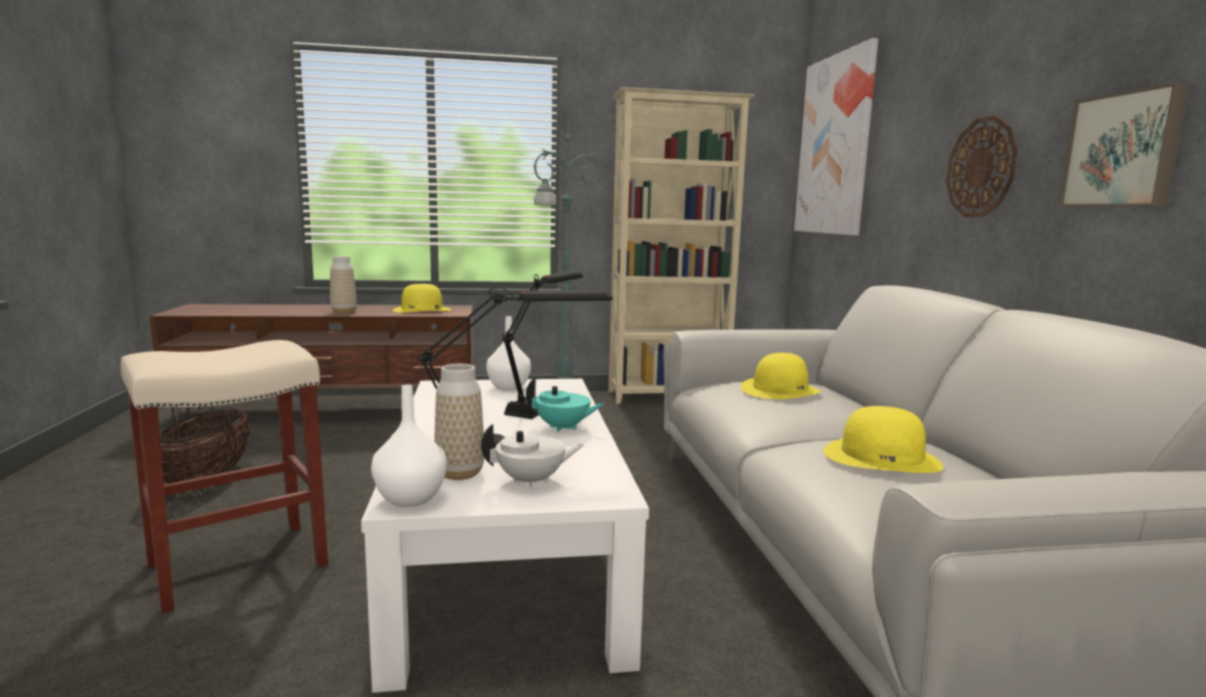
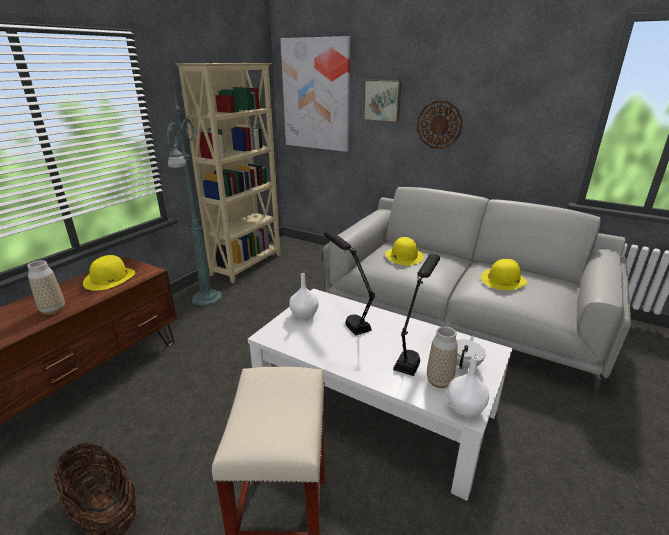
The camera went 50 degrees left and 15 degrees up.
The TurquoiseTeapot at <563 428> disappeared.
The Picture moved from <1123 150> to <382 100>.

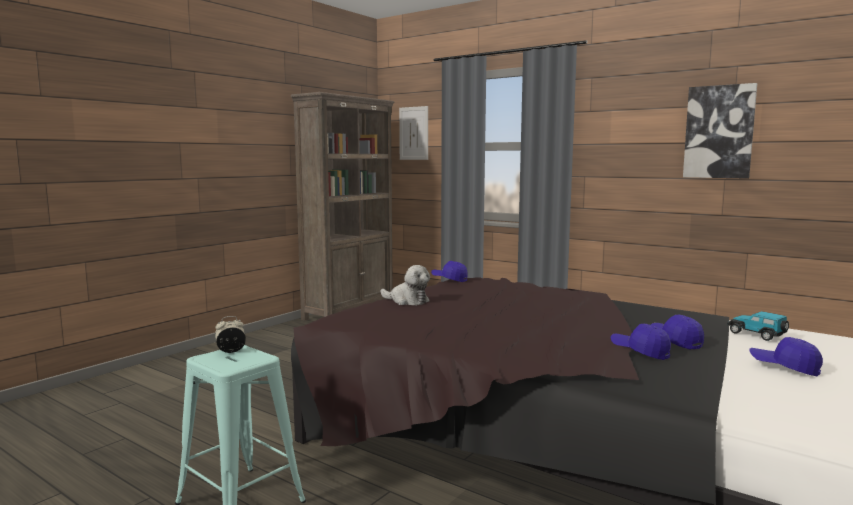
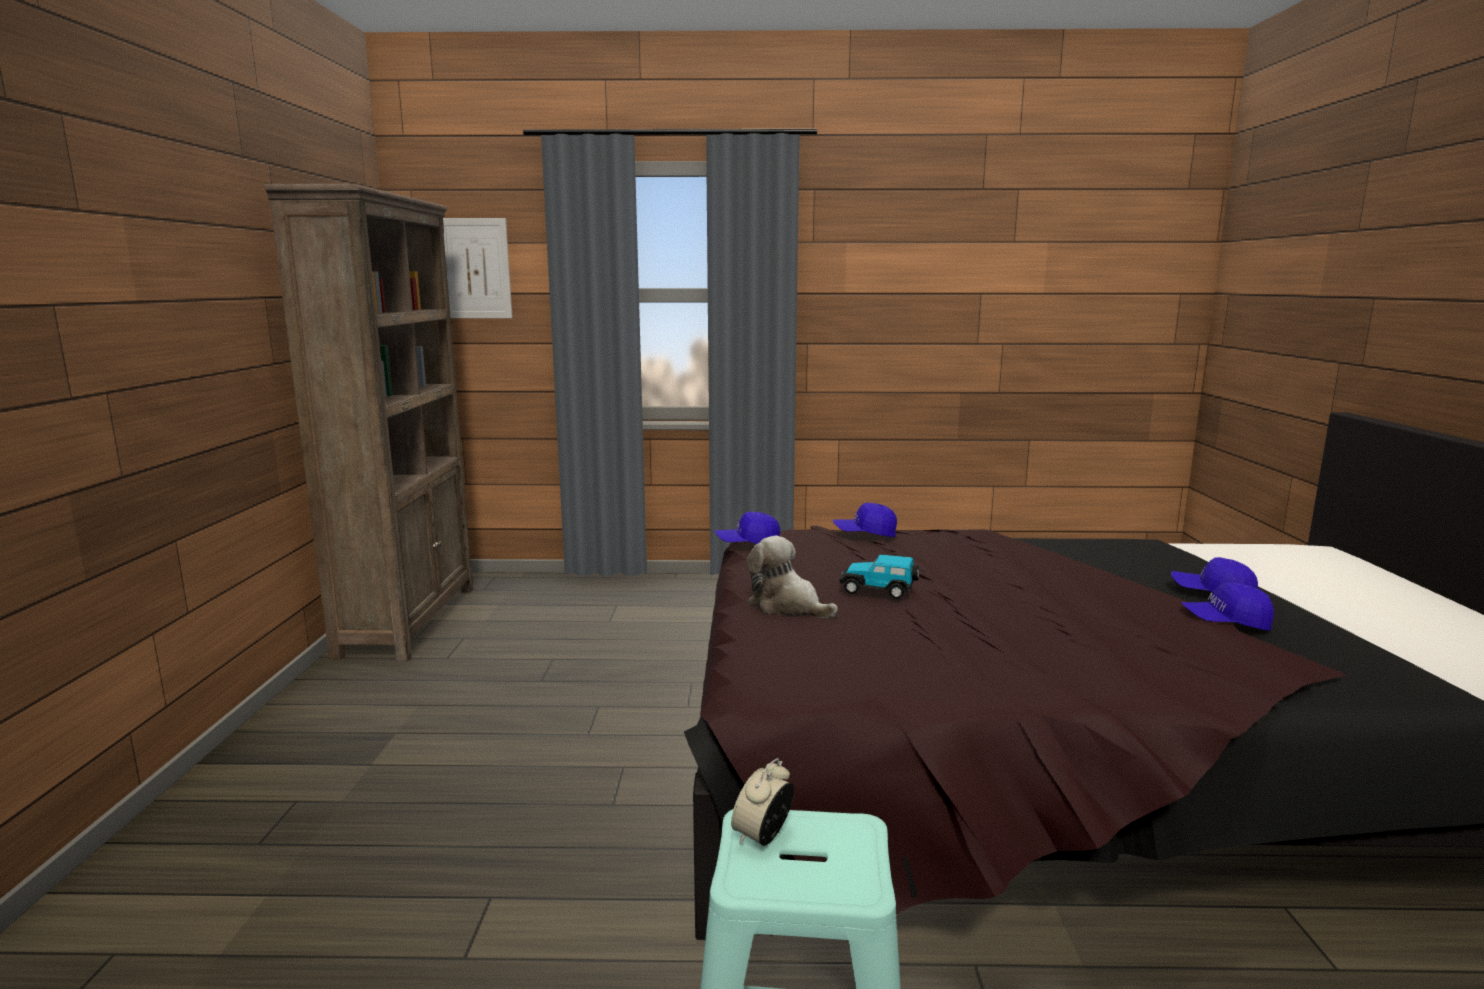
The camera went 35 degrees left and 5 degrees up.
The Picture at <719 132> disappeared.
The ToyCar moved from <757 334> to <879 590>.
The BlueCap moved from <784 367> to <865 534>.
The PlushToy at <407 301> turned 135 degrees counterclockwise.

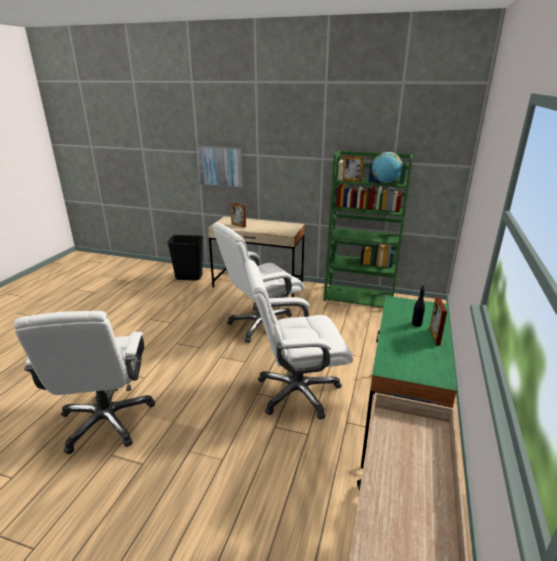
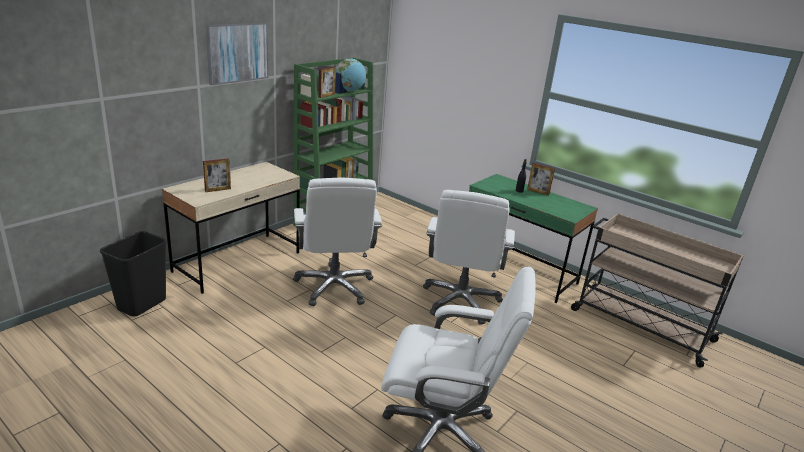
The camera went 70 degrees left and 0 degrees up.
The Picture moved from <220 166> to <237 52>.

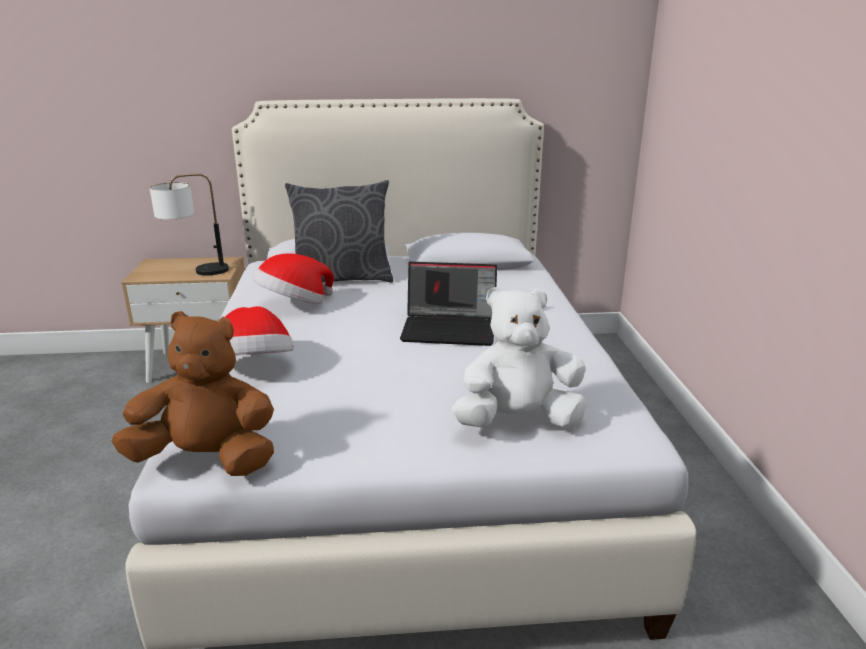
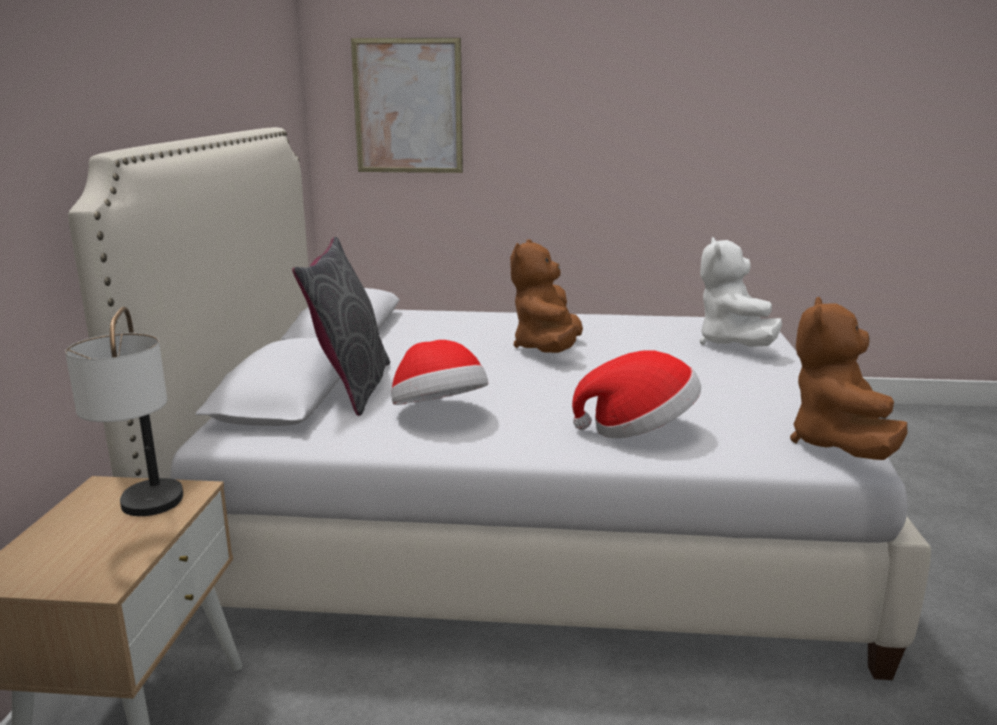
The camera went 80 degrees left and 5 degrees down.
The Picture at <408 106> appeared.
The Laptop at <450 329> was replaced by the BrownPlushToy at <547 349>.

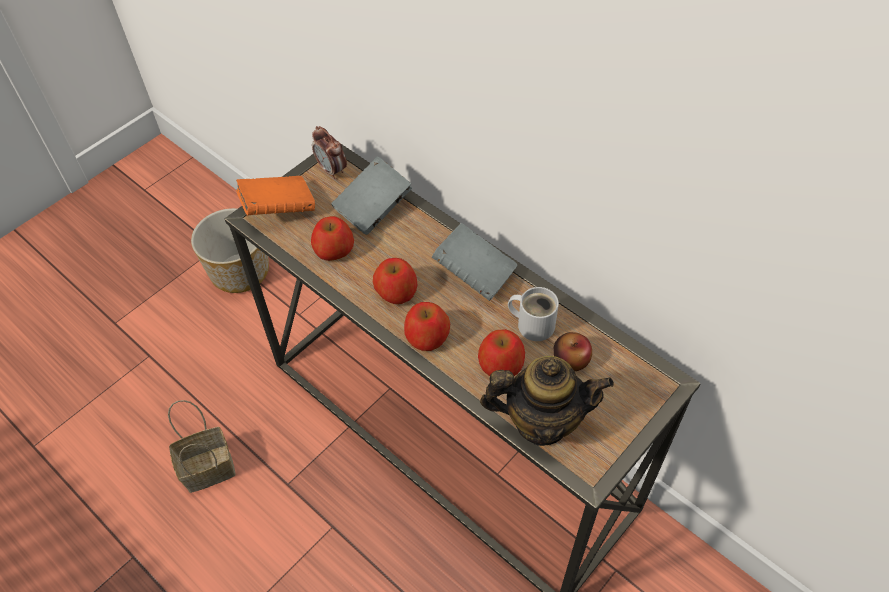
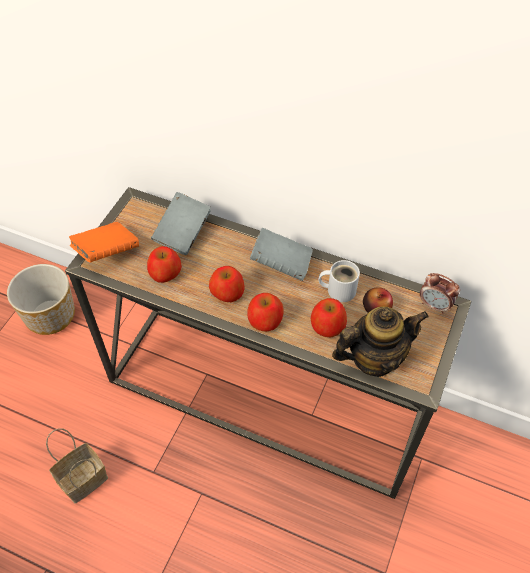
The camera went 20 degrees left and 0 degrees up.
The AlarmClock moved from <332 170> to <434 305>.

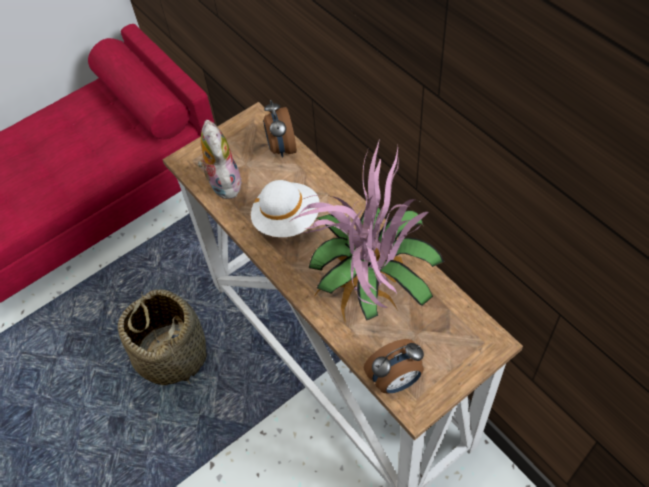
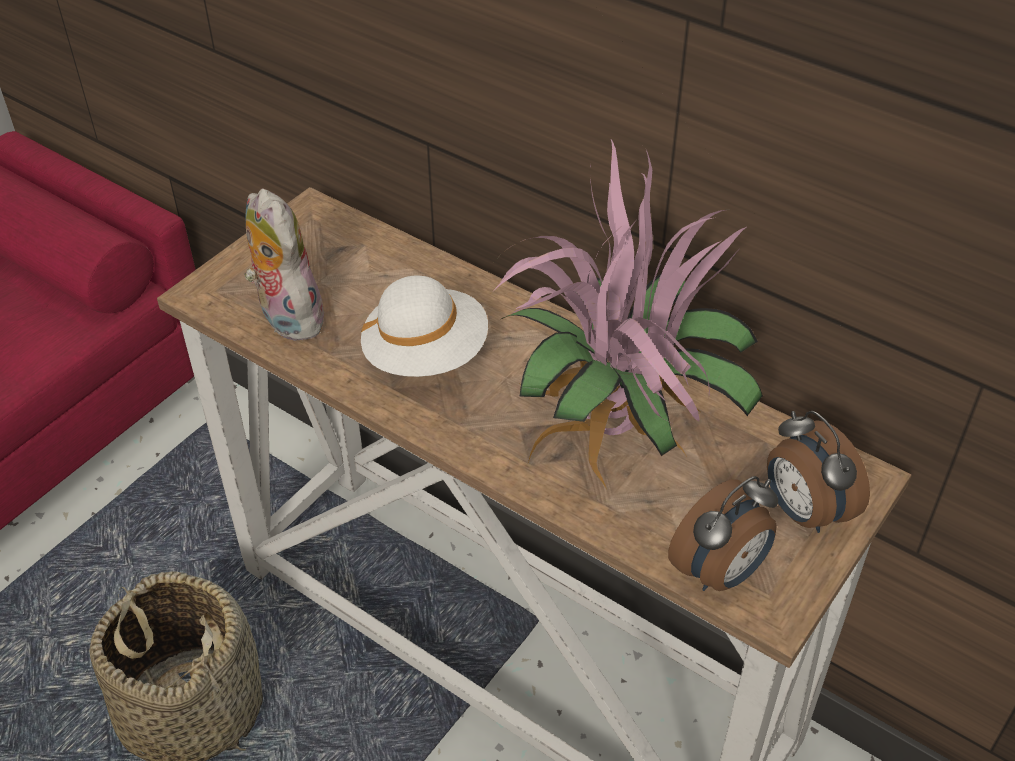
The camera went 20 degrees left and 10 degrees down.
The AlarmClock moved from <281 148> to <803 511>.

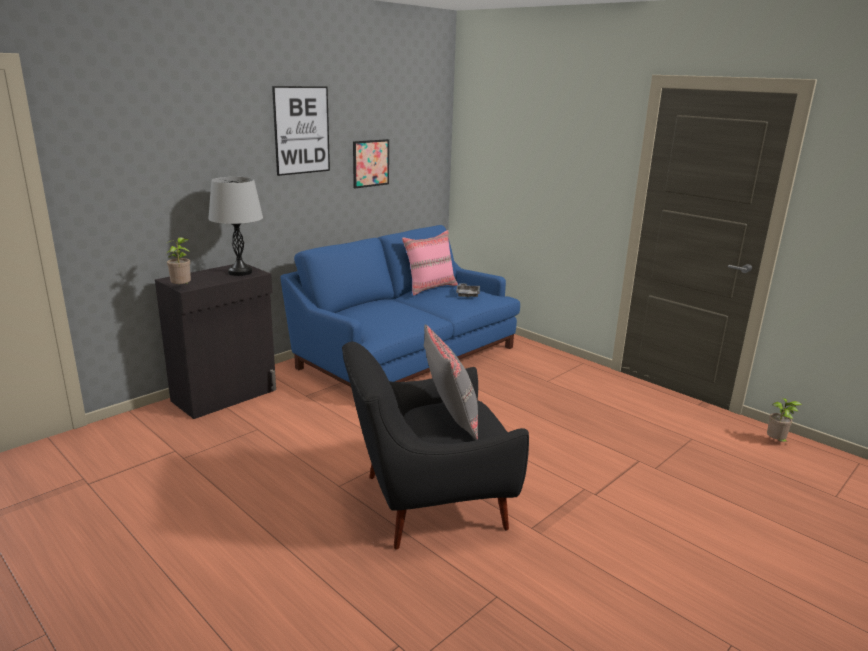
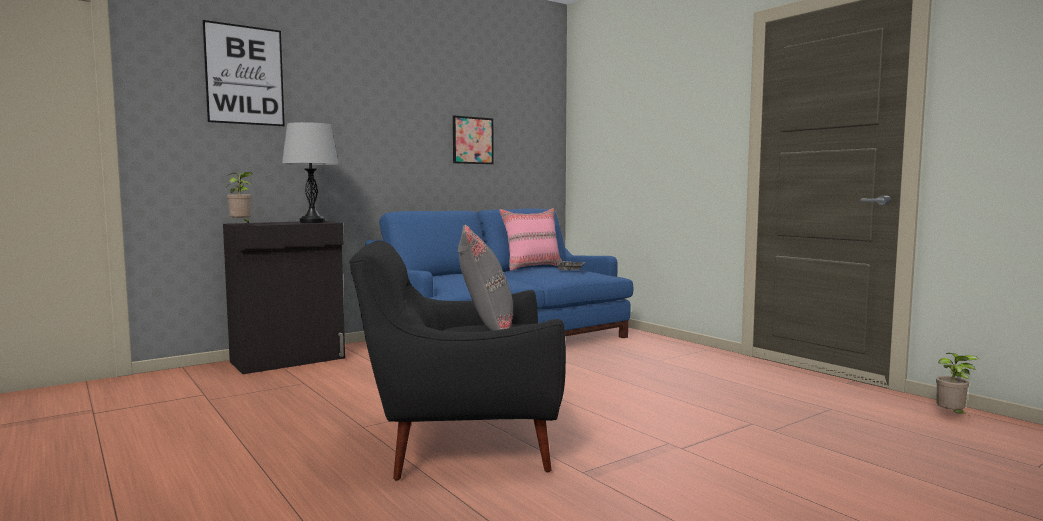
The camera went 10 degrees right and 15 degrees down.
The Picture moved from <301 130> to <244 75>.

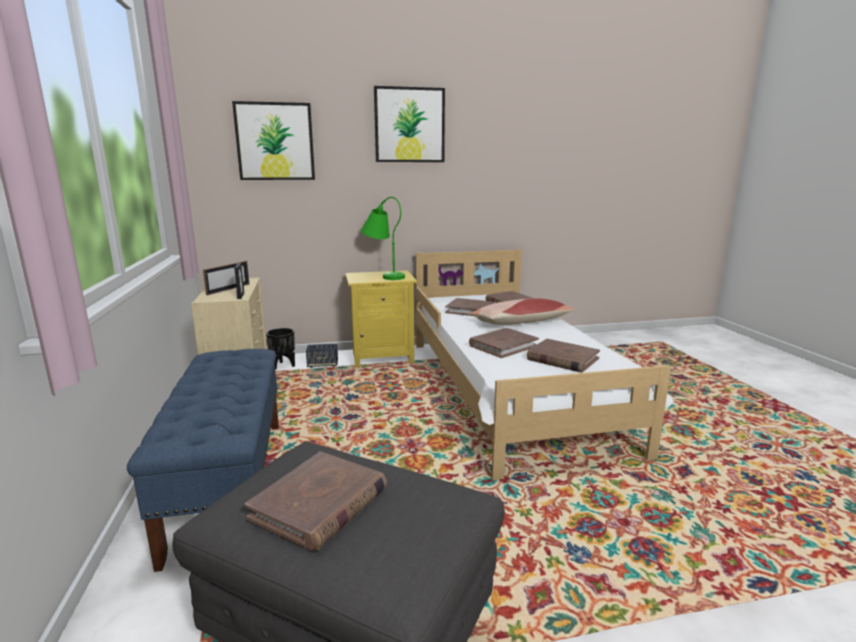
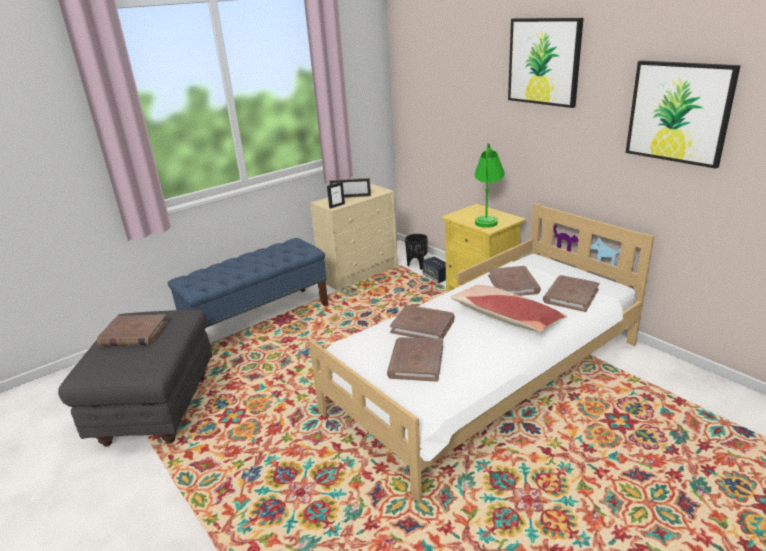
The camera went 65 degrees right and 10 degrees up.
The Picture moved from <275 141> to <679 112>.

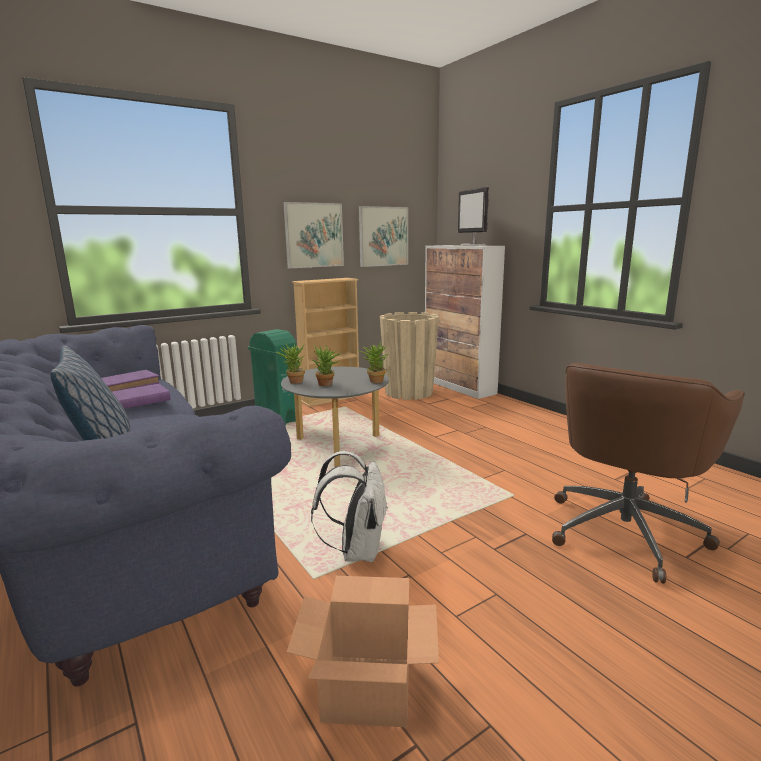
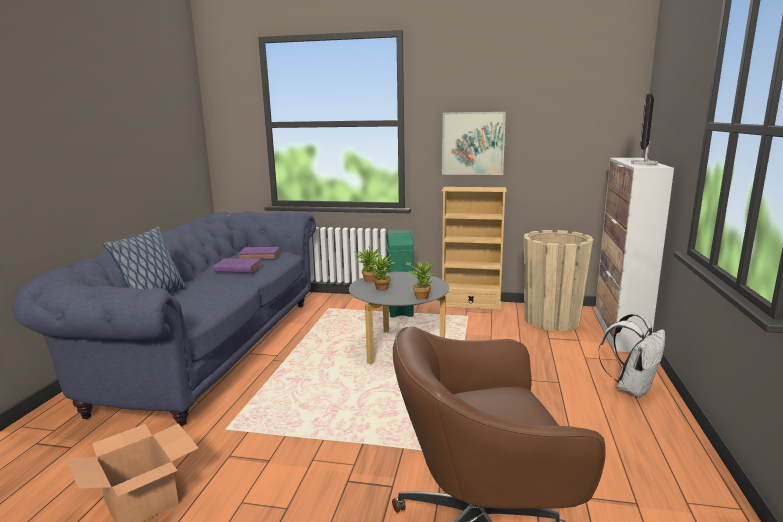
The camera went 45 degrees right and 0 degrees up.
The Picture at <383 236> disappeared.
The WhiteBackpack moved from <357 550> to <632 388>.

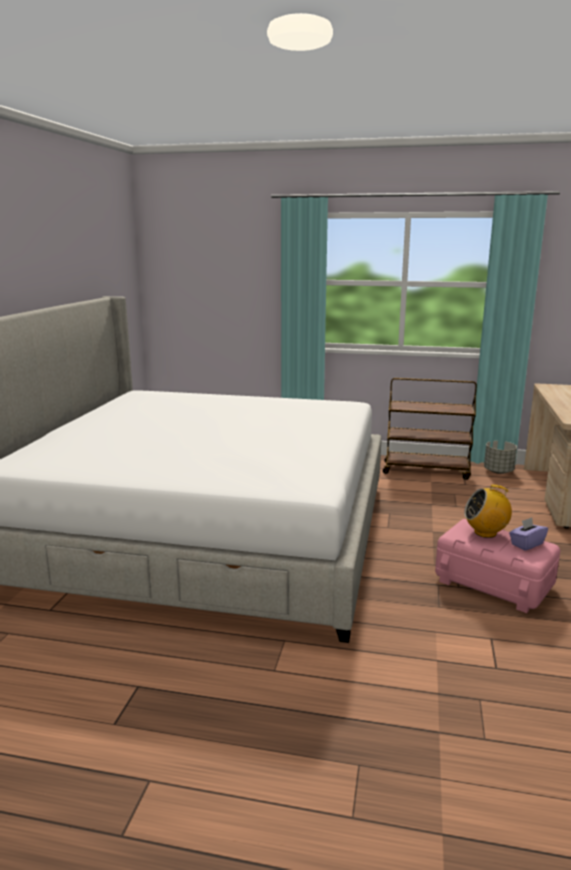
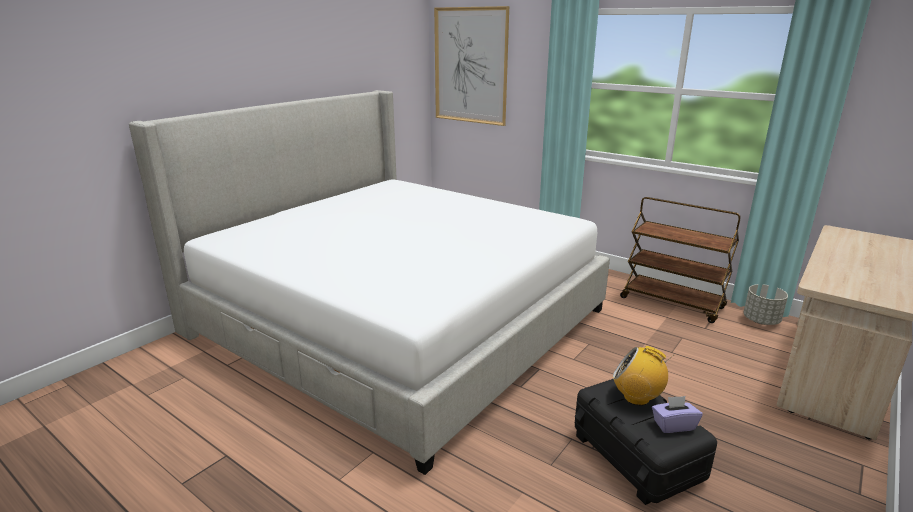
The camera went 25 degrees right and 5 degrees up.
The Picture at <470 66> appeared.
The PinkStorageBox at <494 583> became the BlackStorageBox at <637 455>.

